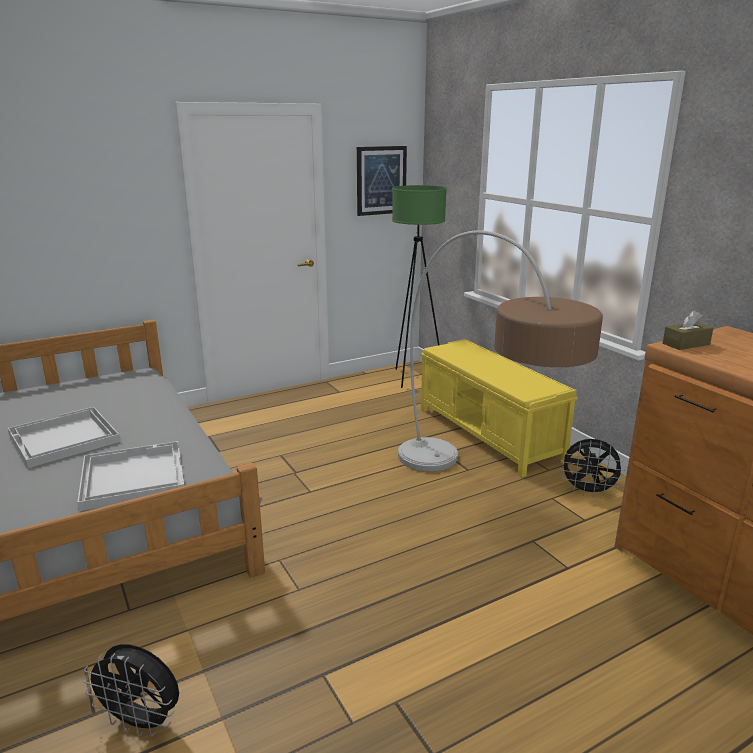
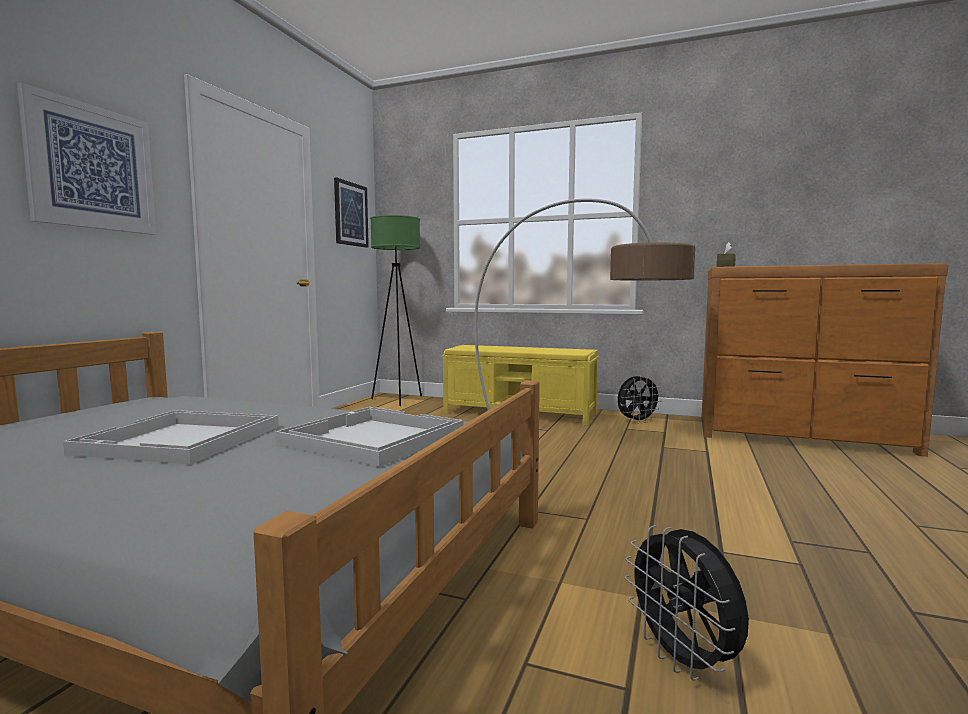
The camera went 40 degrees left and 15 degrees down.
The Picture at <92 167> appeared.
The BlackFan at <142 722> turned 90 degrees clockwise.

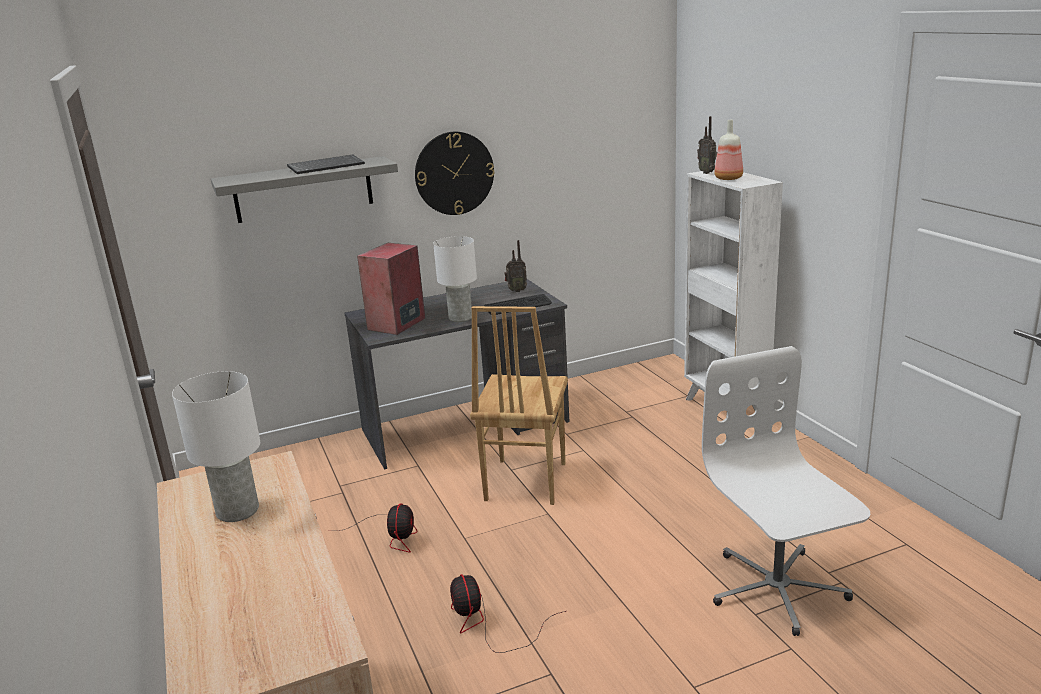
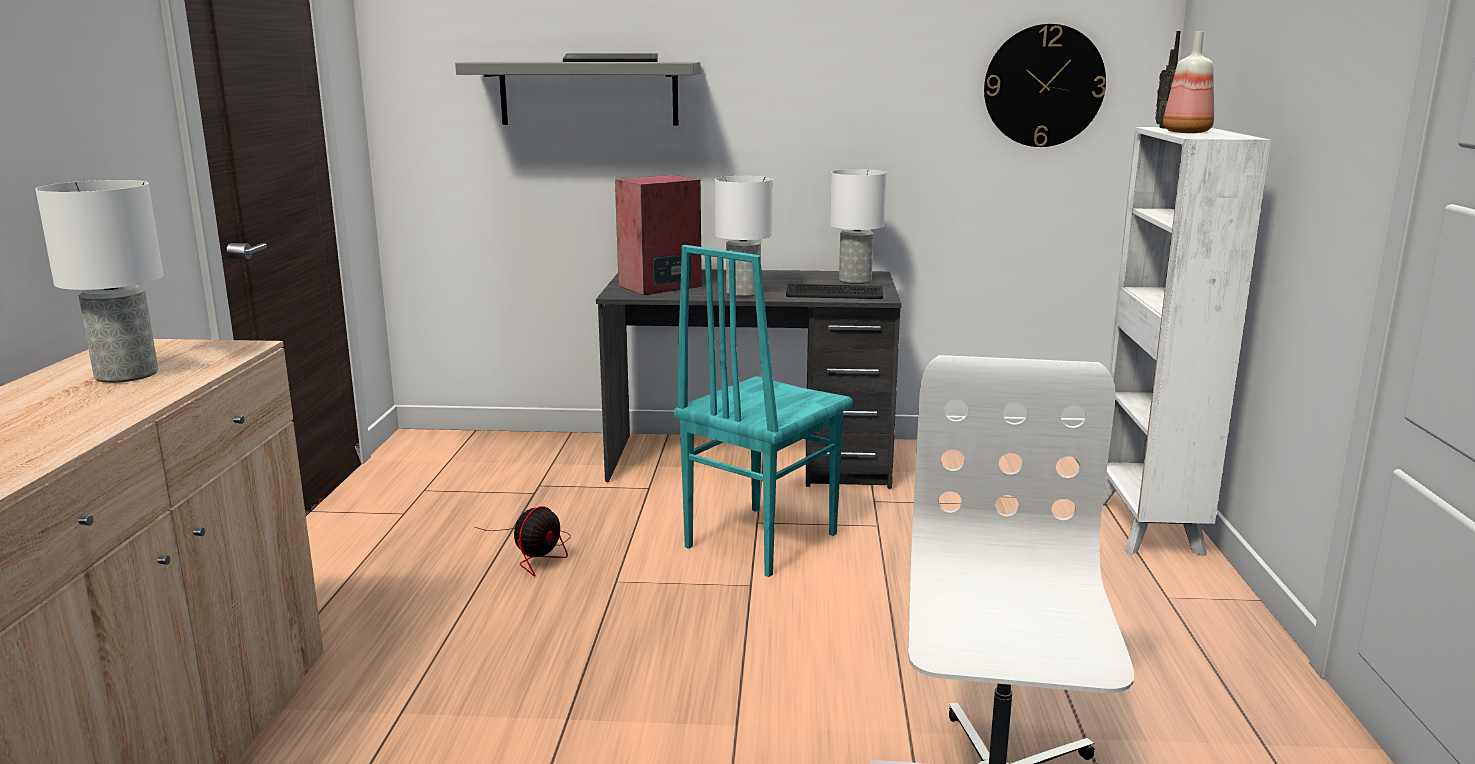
The camera went 25 degrees right and 5 degrees down.
The Fan at <487 624> disappeared.
The WallClock moved from <454 173> to <1044 86>.
The Radio at <516 291> was replaced by the WhiteTableLamp at <856 280>.
The BrownChair at <524 482> became the TurquoiseChair at <758 540>.

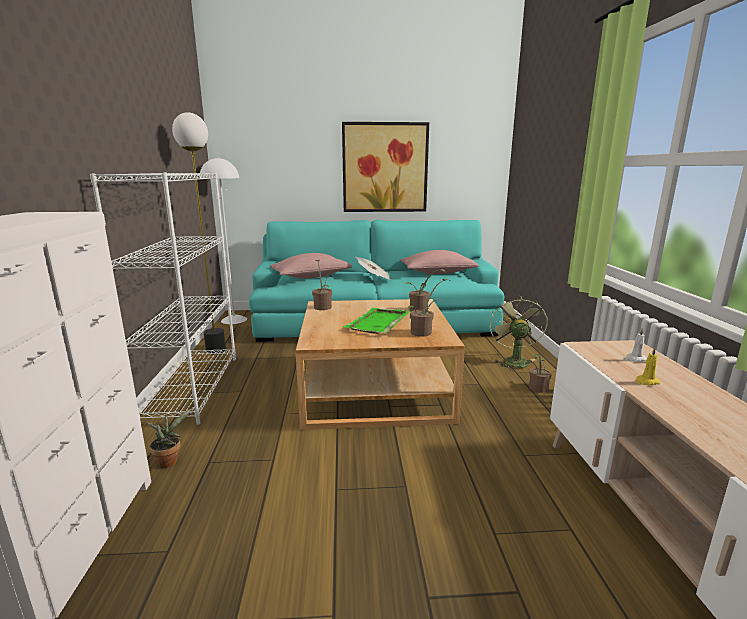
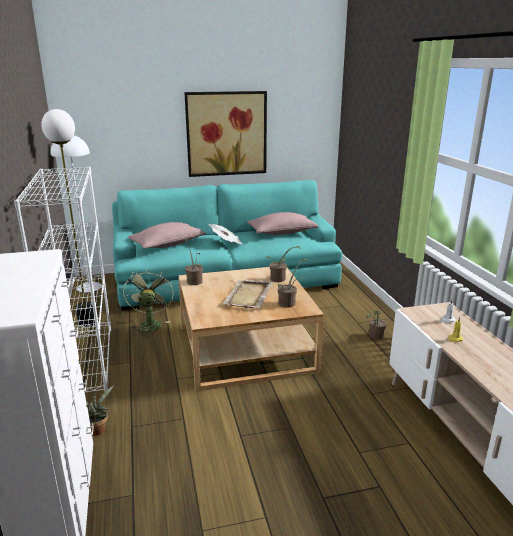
The camera went 10 degrees left and 5 degrees up.
The GreenFan moved from <513 360> to <150 324>.
The GreenTray at <378 323> became the BeigeTray at <248 296>.

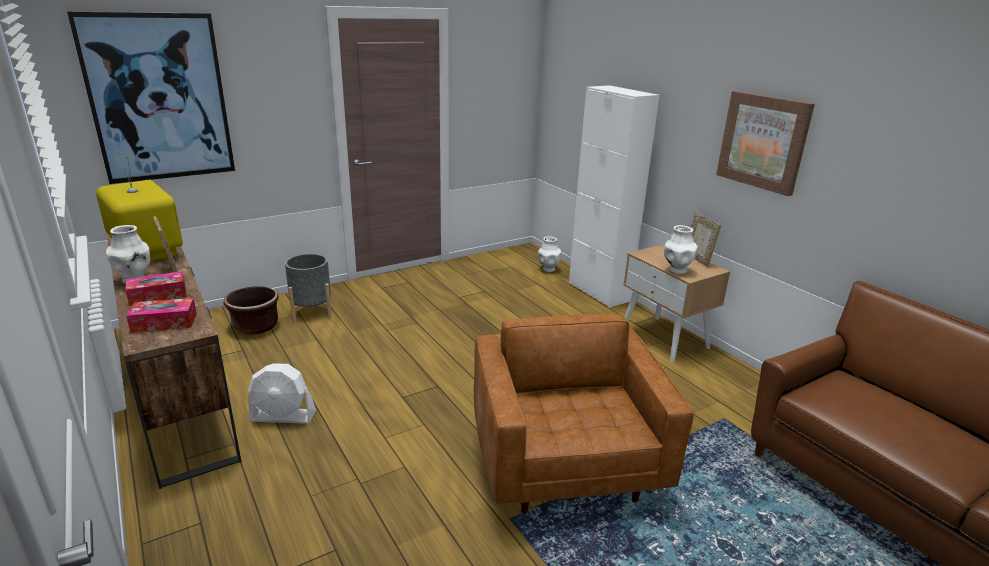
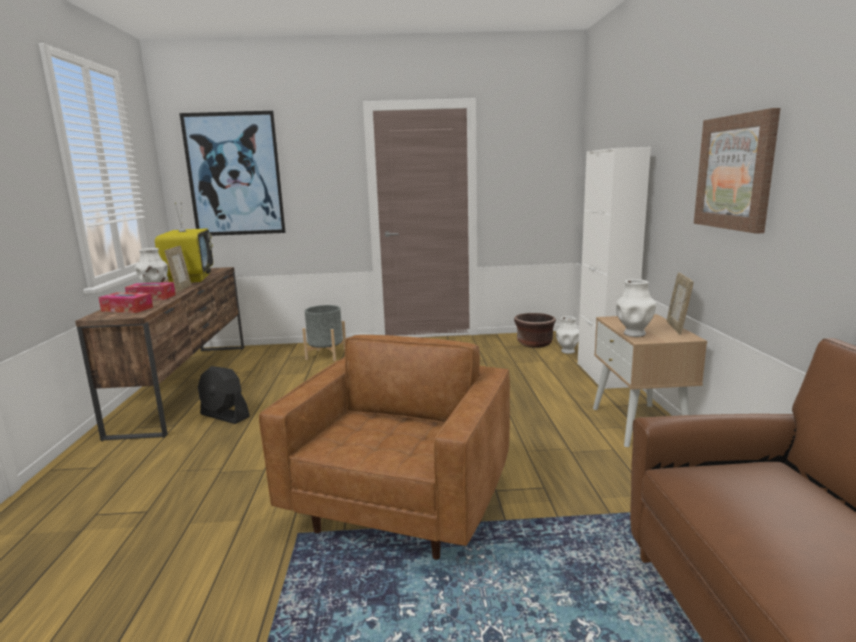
The camera went 30 degrees right and 10 degrees down.
The BrownPlanter moved from <255 326> to <534 344>.
The WhiteFan at <283 416> became the BlackFan at <225 416>.

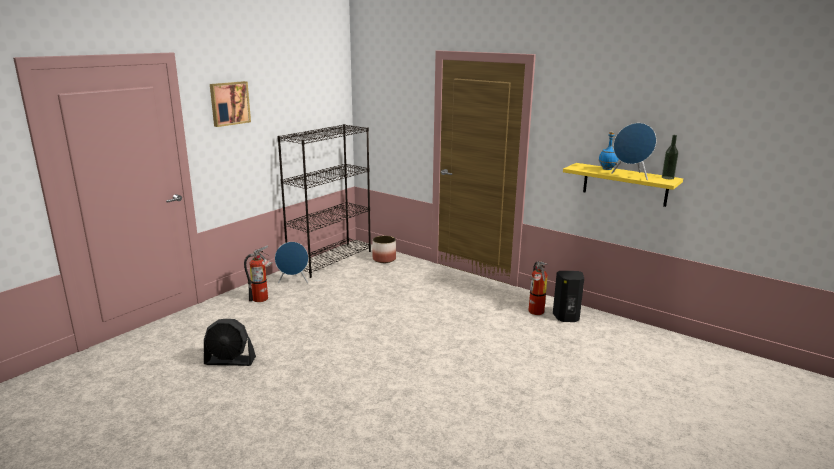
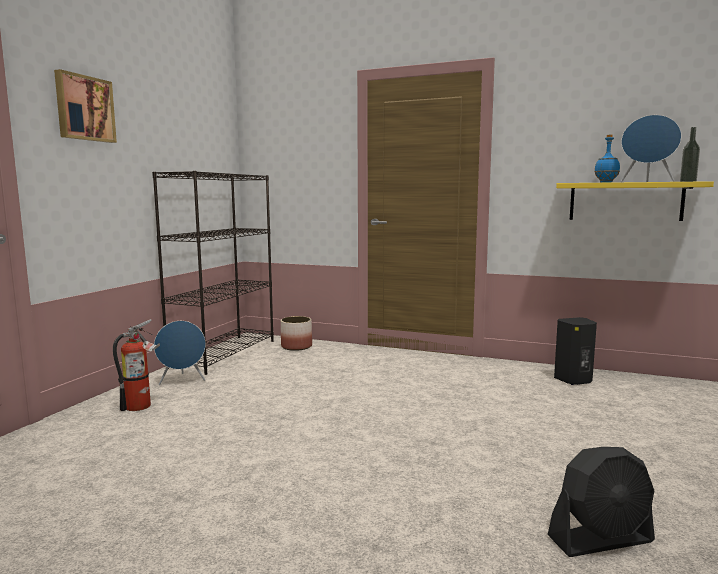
The camera went 15 degrees left and 10 degrees down.
The FireExtinguisher at <535 312> disappeared.
The BlackFan moved from <230 361> to <601 539>.

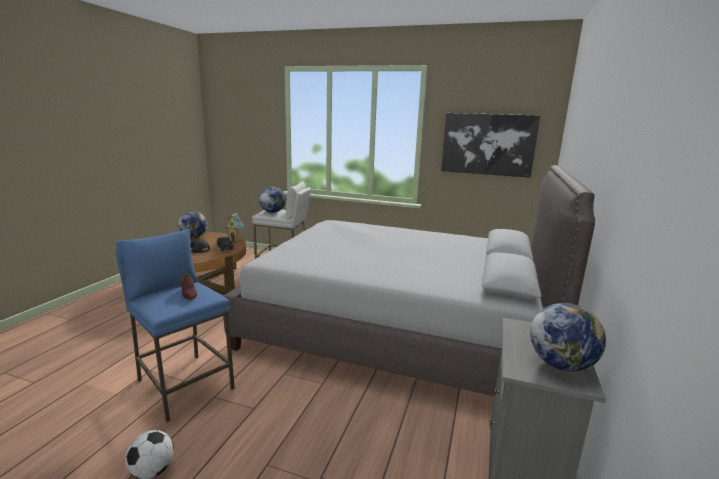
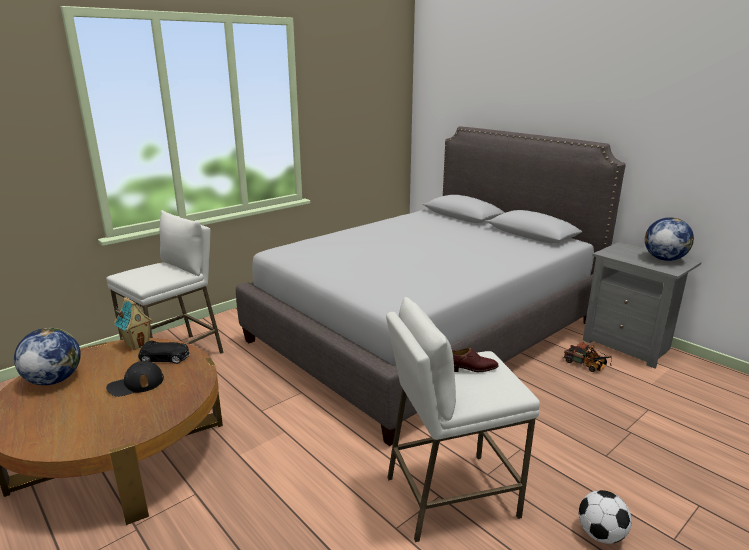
The camera went 60 degrees left and 5 degrees up.
The Globe at <272 212> disappeared.
The Picture at <488 144> disappeared.
The ToyTruck at <586 365> appeared.
The BlueStool at <184 385> became the WhiteStool at <450 496>.

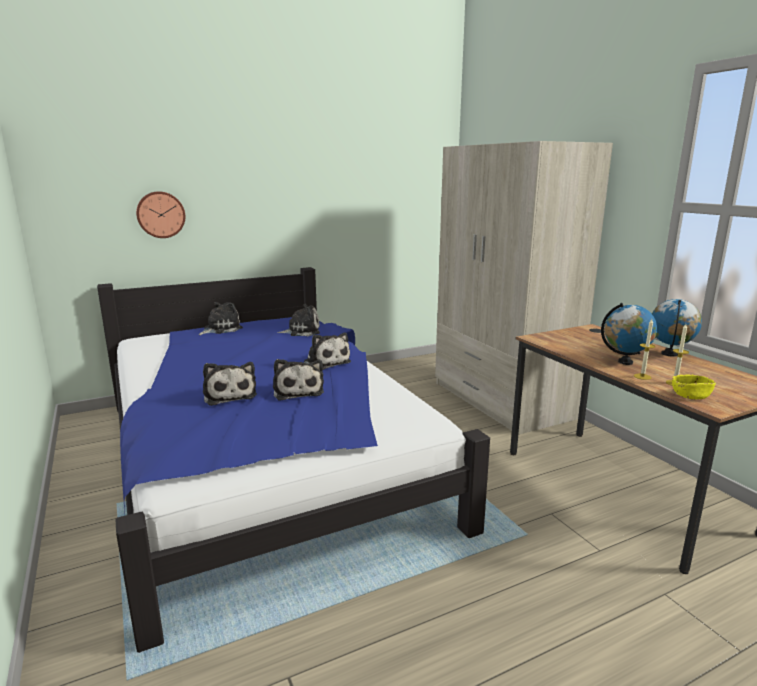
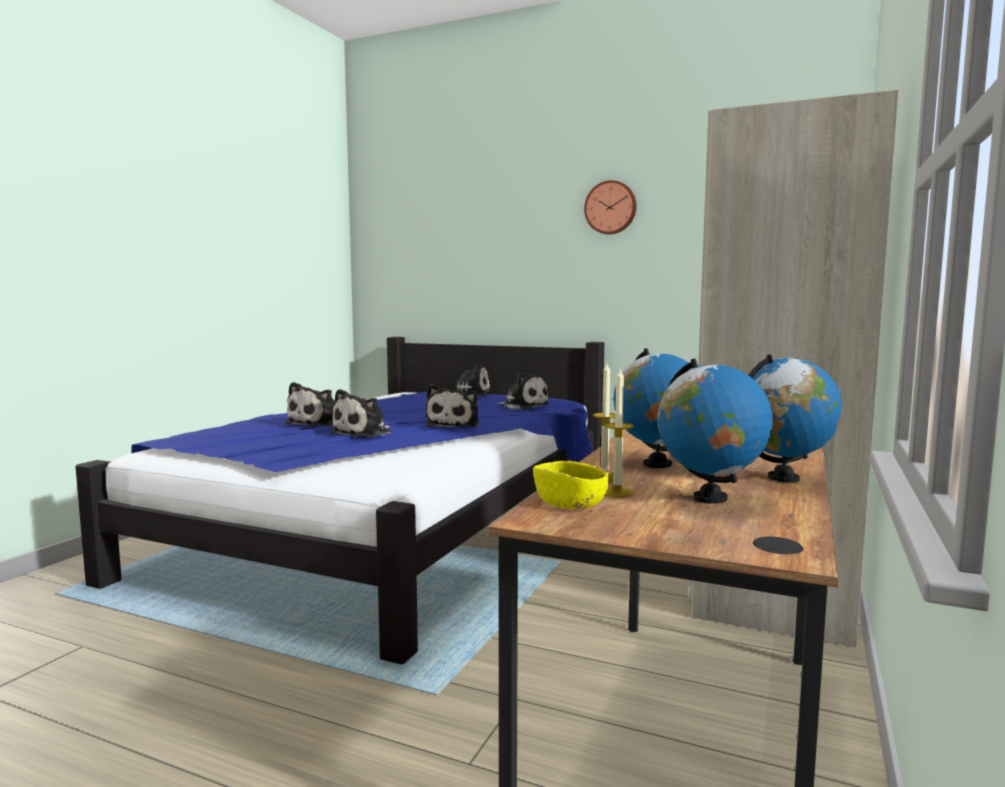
The camera went 50 degrees right and 10 degrees down.
The Globe at <709 498> appeared.
The WallClock moved from <160 214> to <610 208>.

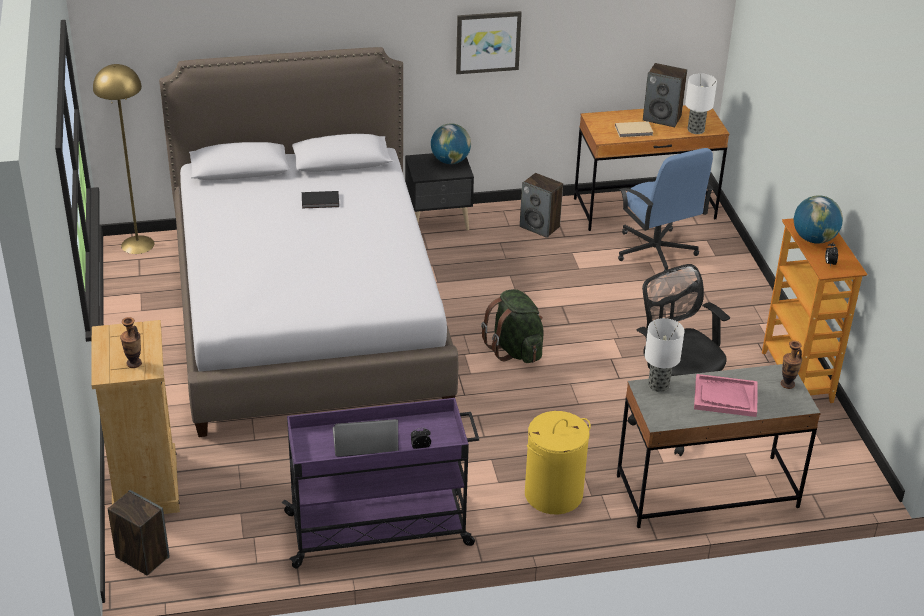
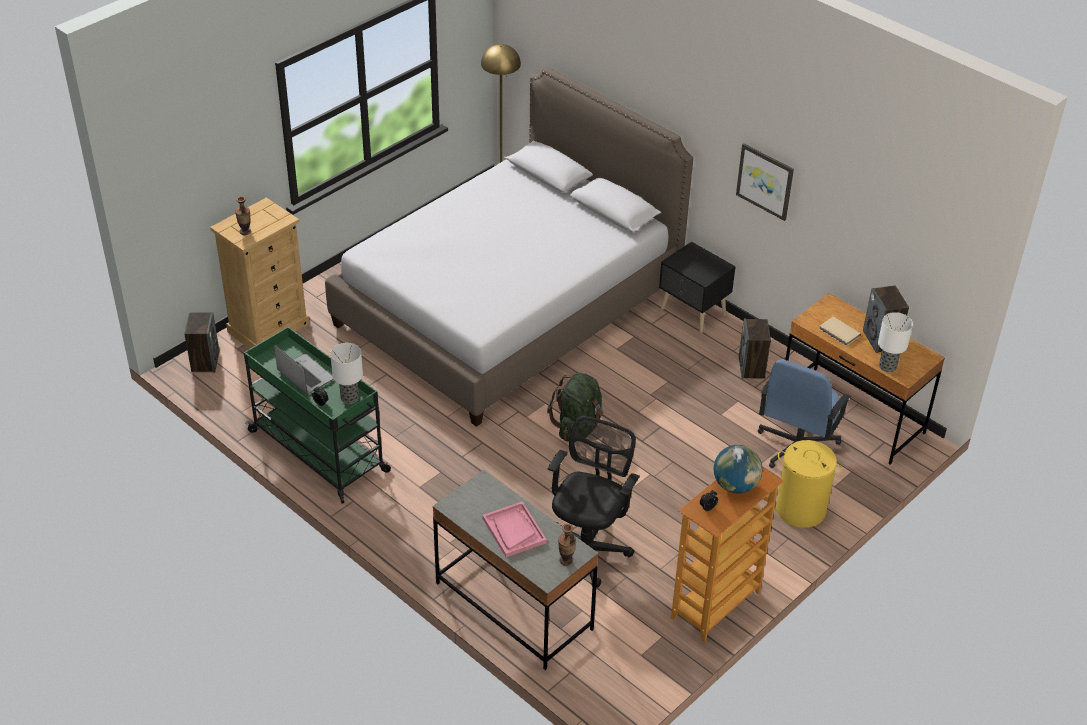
The camera went 55 degrees right and 5 degrees up.
The BlackBook at <321 201> disappeared.
The Globe at <450 161> disappeared.
The YellowLaundryBasket moved from <553 494> to <800 509>.
The TableLamp moved from <658 385> to <349 397>.
The PurpleCart at <381 529> became the GreenCart at <320 452>.

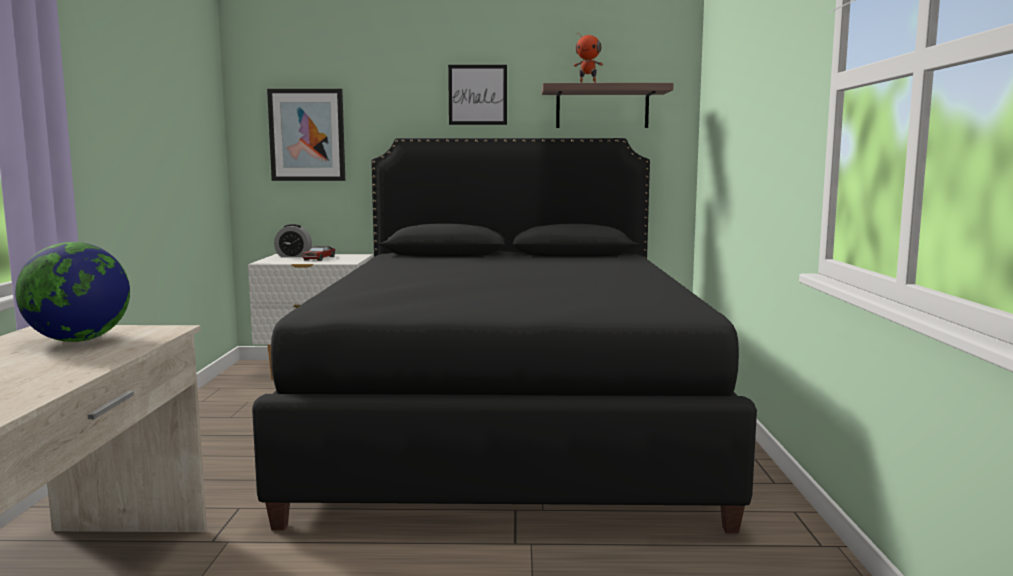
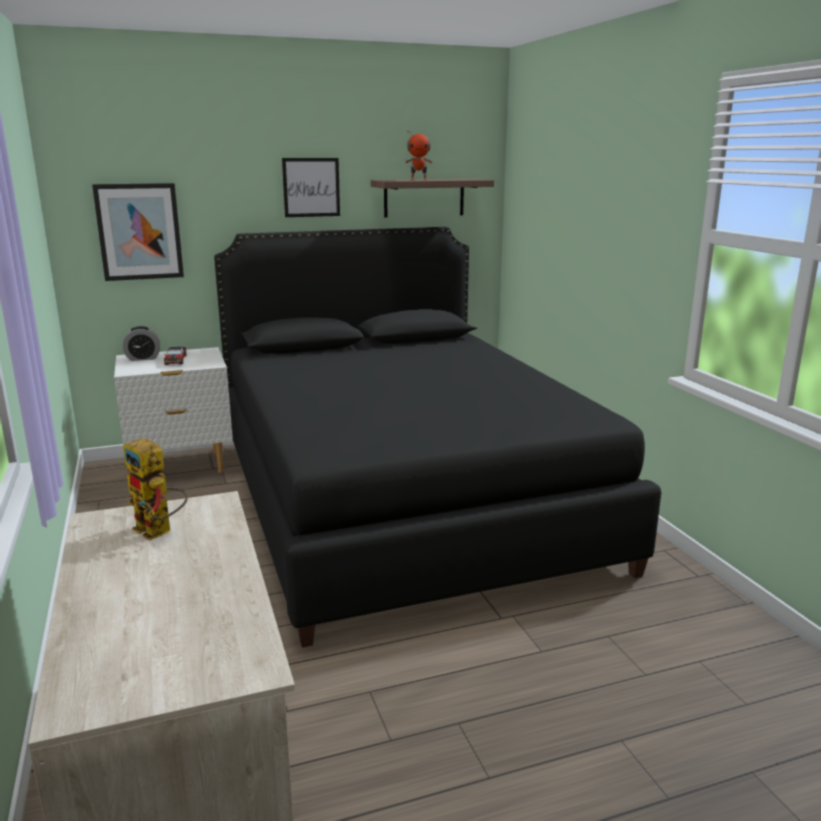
The camera went 20 degrees left and 10 degrees up.
The Globe at <78 340> was replaced by the ToyRobot at <160 532>.

